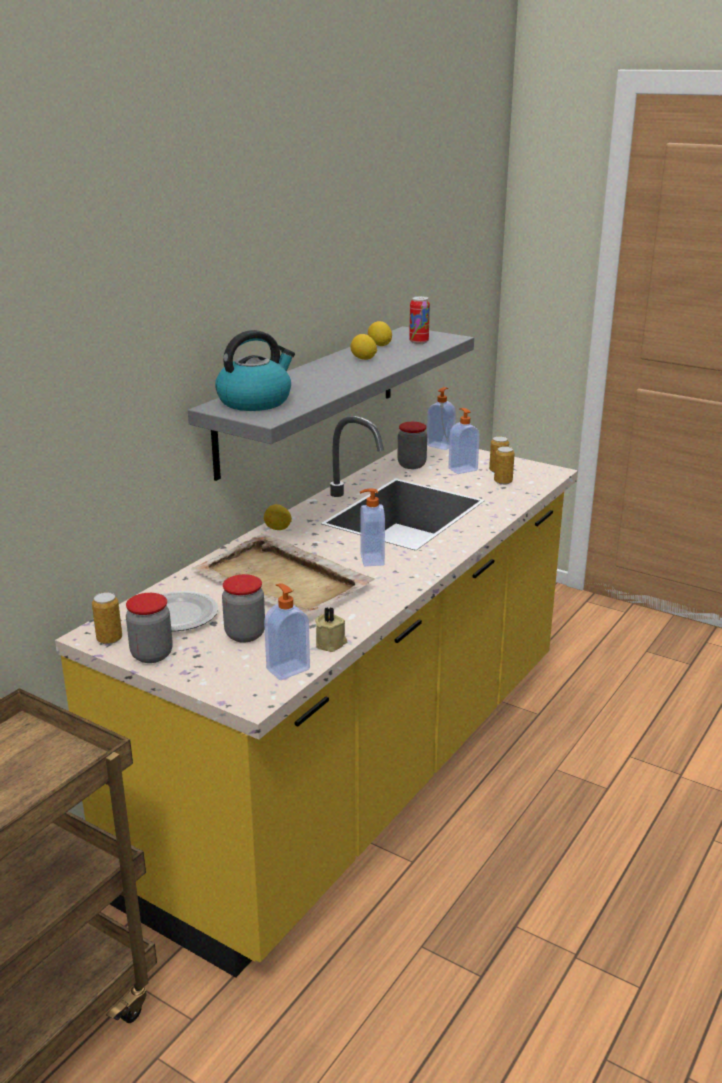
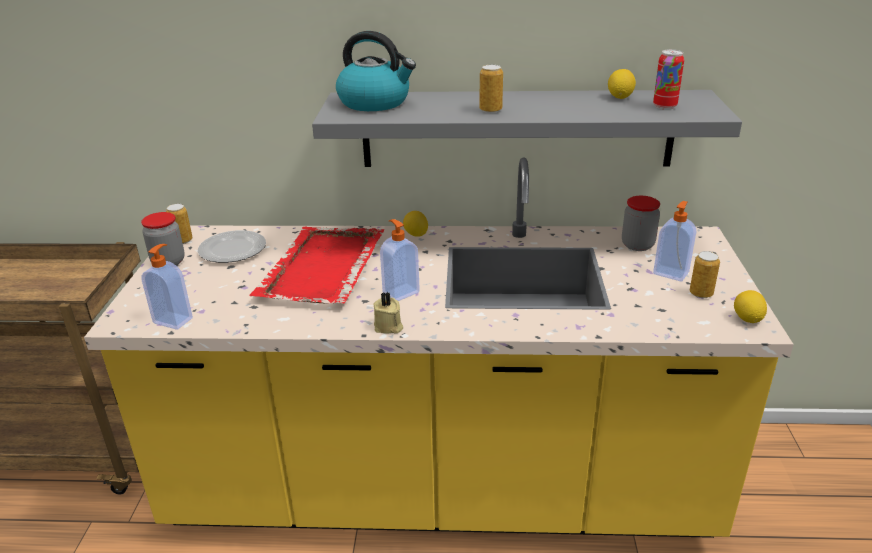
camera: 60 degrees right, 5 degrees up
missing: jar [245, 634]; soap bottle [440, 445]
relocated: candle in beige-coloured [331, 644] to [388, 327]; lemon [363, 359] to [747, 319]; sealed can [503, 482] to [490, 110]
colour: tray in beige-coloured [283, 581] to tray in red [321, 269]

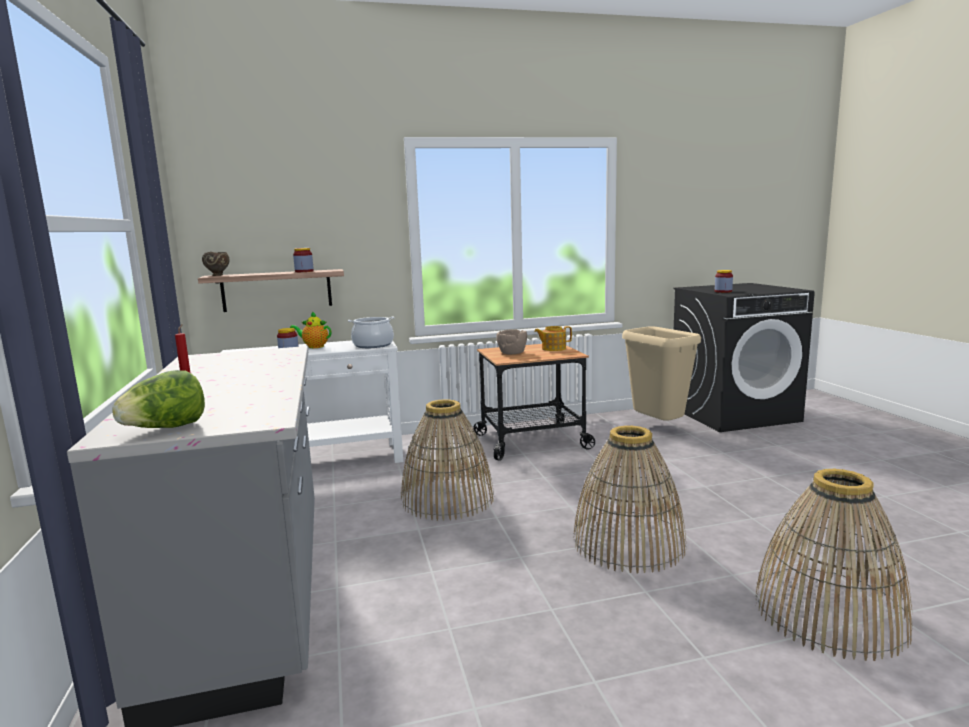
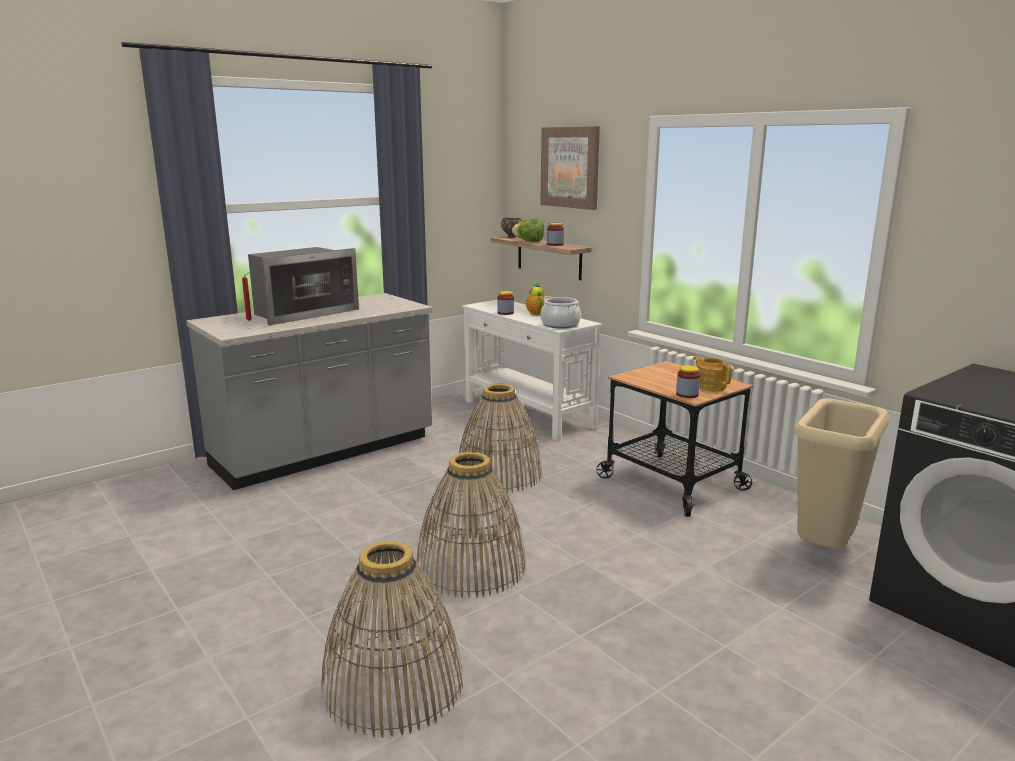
camera: 65 degrees right, 5 degrees up
missing: serving bowl in brown-coloured [512, 353]
appeared: kitchen microwave [302, 312]; picture [570, 167]
relocated: lettuce head [166, 428] to [529, 241]; jar [723, 291] to [687, 394]

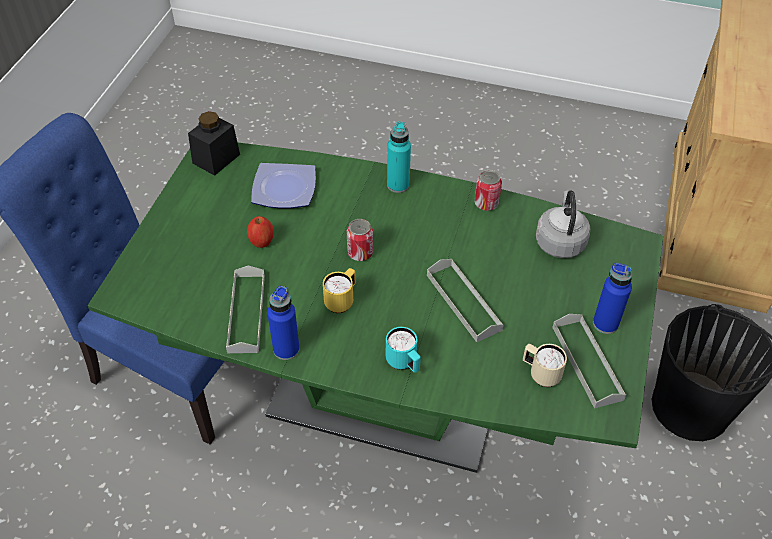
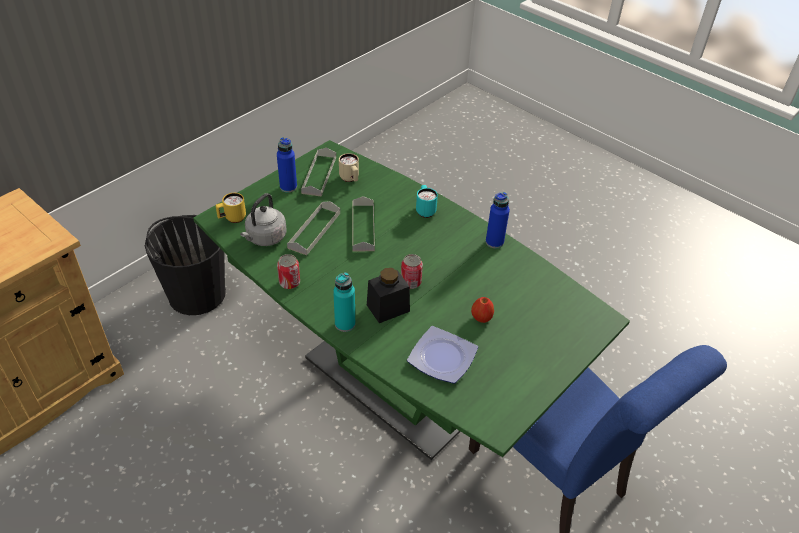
camera: 155 degrees left, 5 degrees down
relocated: jar in black-coloured [216, 159] to [388, 308]; tray in greyish [246, 313] to [314, 230]; mug in yellowish [342, 301] to [232, 219]

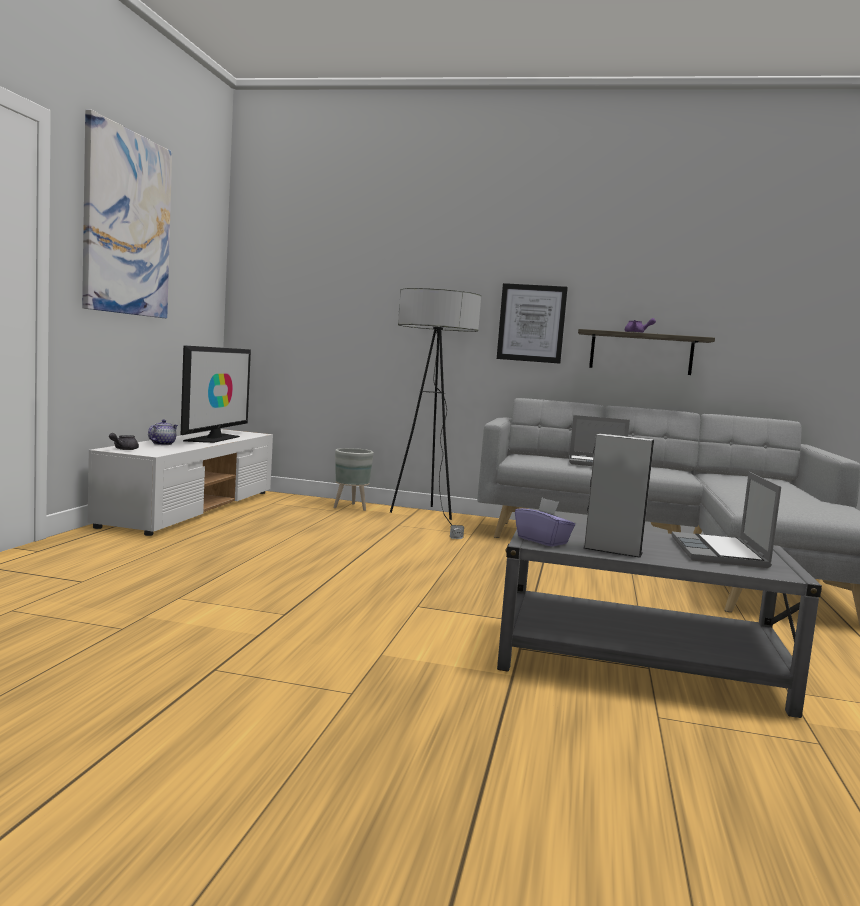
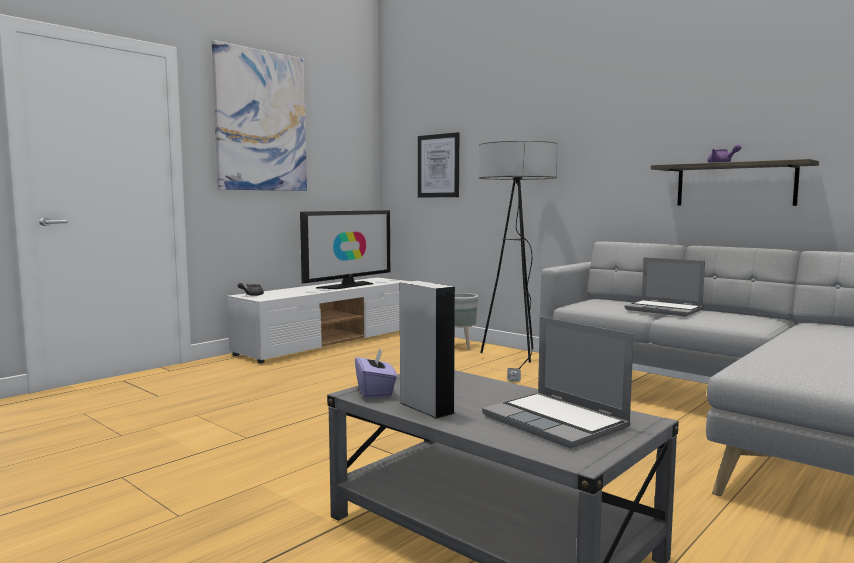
camera: 30 degrees right, 0 degrees up
missing: pot for tea [163, 444]
relocated: picture [531, 323] to [438, 166]
spun: notebook computer [720, 553] = [557, 422] 75 degrees counterclockwise

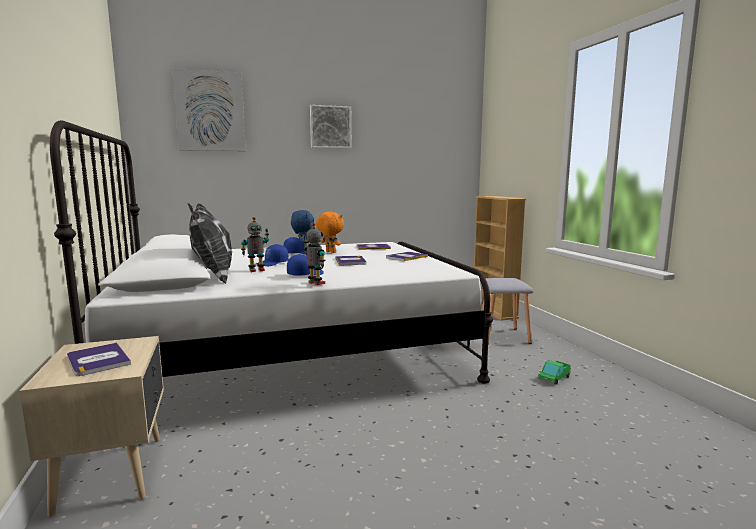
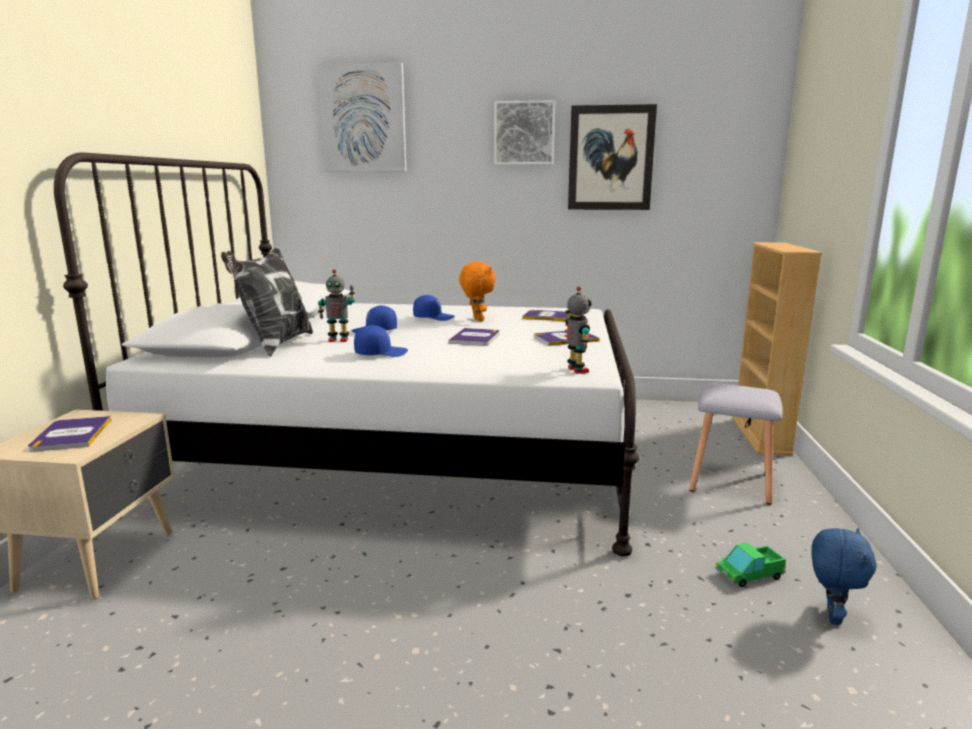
camera: 25 degrees right, 5 degrees up
appeared: picture [610, 158]
relocated: soft toy in blue-coloured [303, 248] to [831, 615]; model robot [315, 283] to [576, 370]

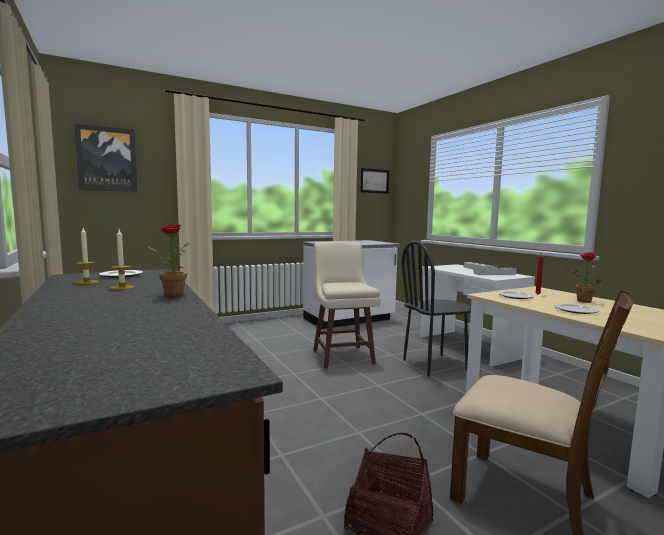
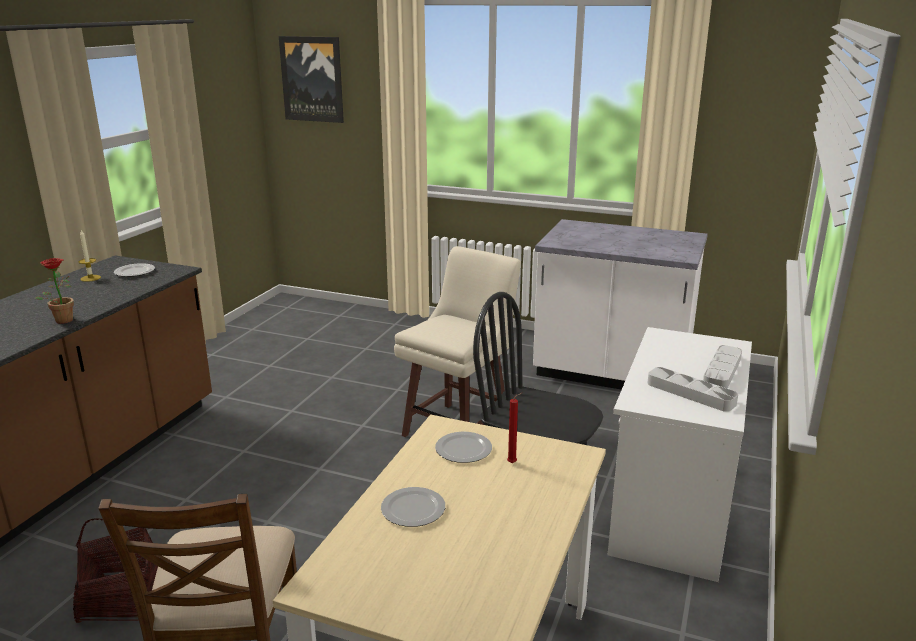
camera: 50 degrees right, 15 degrees up
missing: candle [122, 287]; picture [374, 181]; plant in a pot [581, 301]

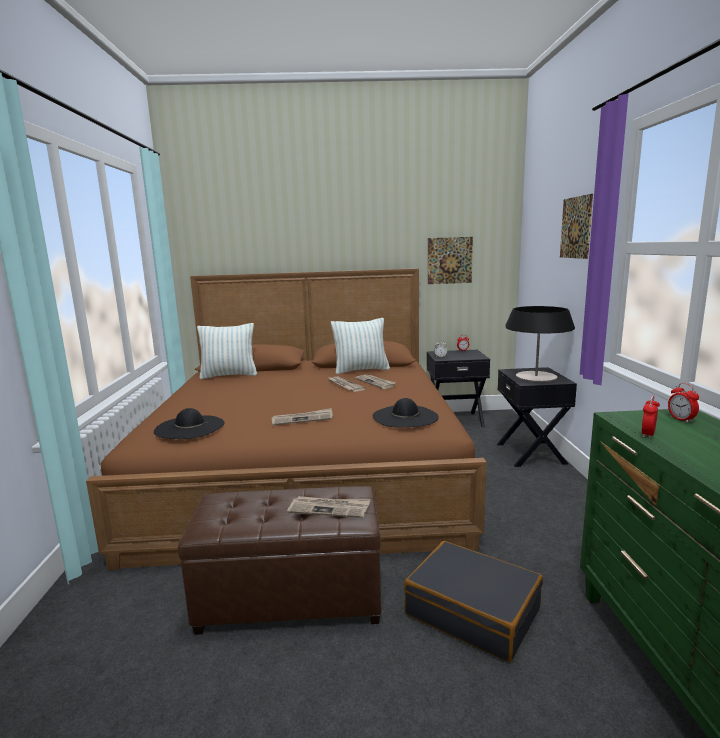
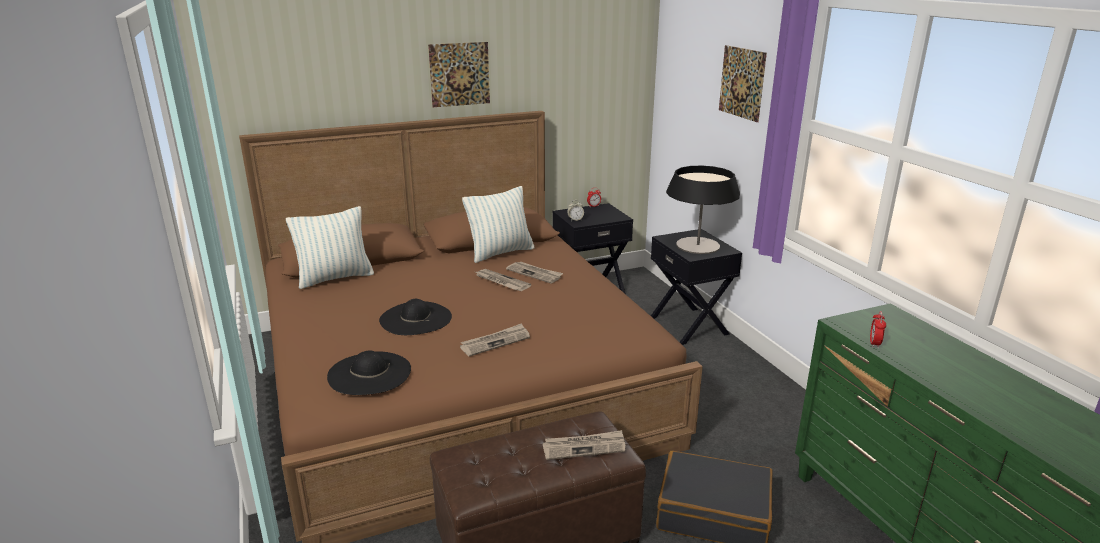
camera: 20 degrees left, 10 degrees up
missing: table clock [681, 419]
relocated: wearable hat in black-coloured [405, 416] to [415, 318]; picture [449, 260] to [459, 74]

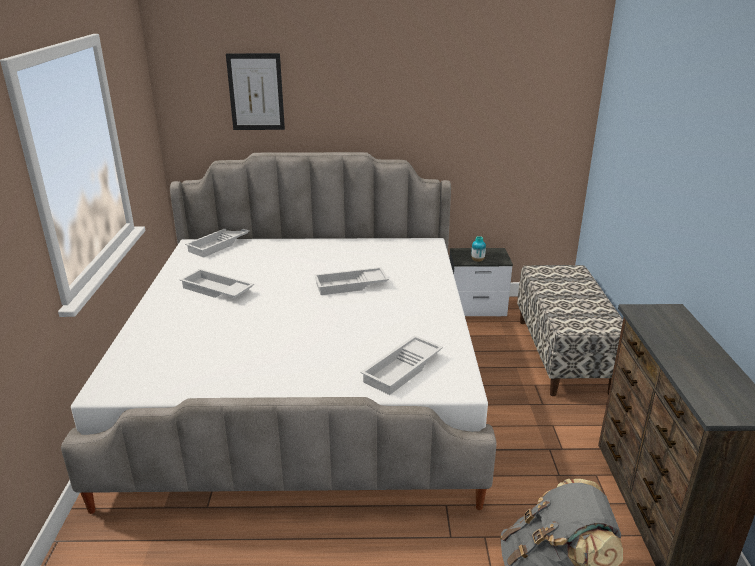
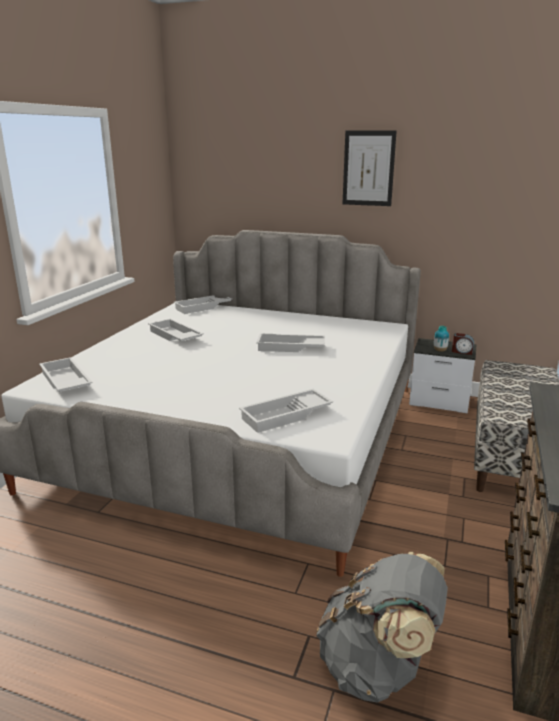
camera: 20 degrees right, 5 degrees down
appeared: tray in white-coloured [64, 382]; table clock [462, 351]
relocated: picture [256, 92] to [368, 168]

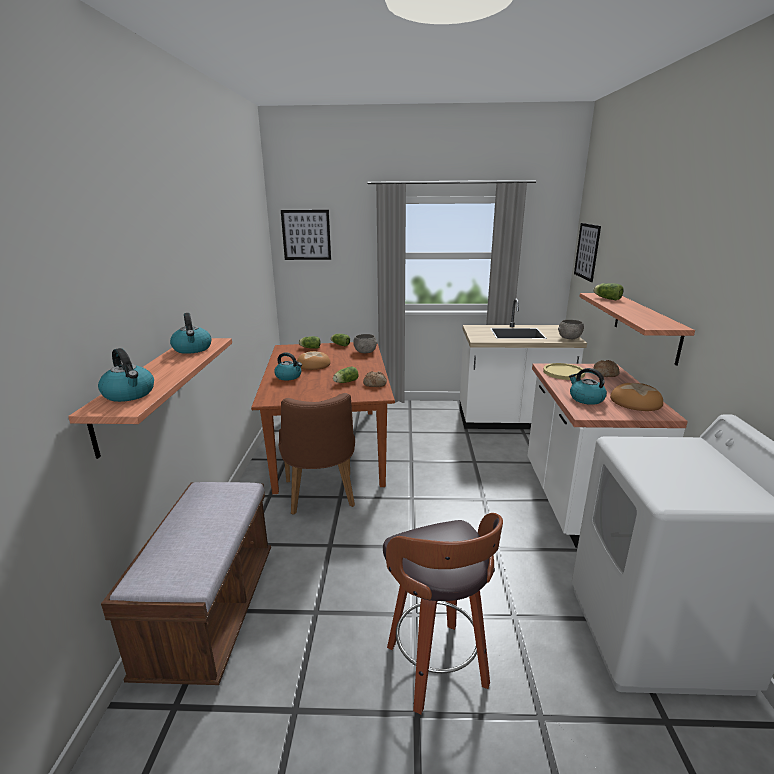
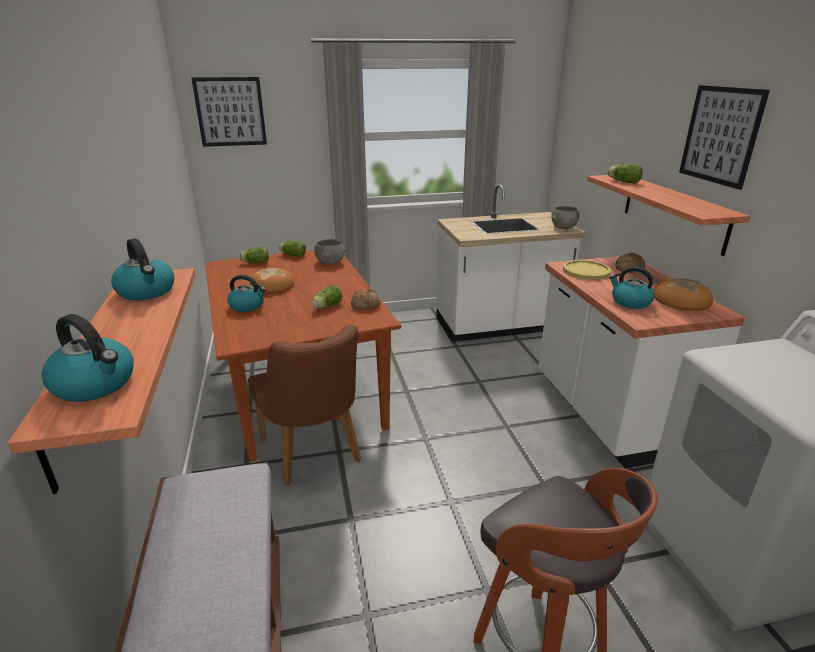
camera: 15 degrees left, 5 degrees up
relocated: picture [587, 251] to [720, 135]

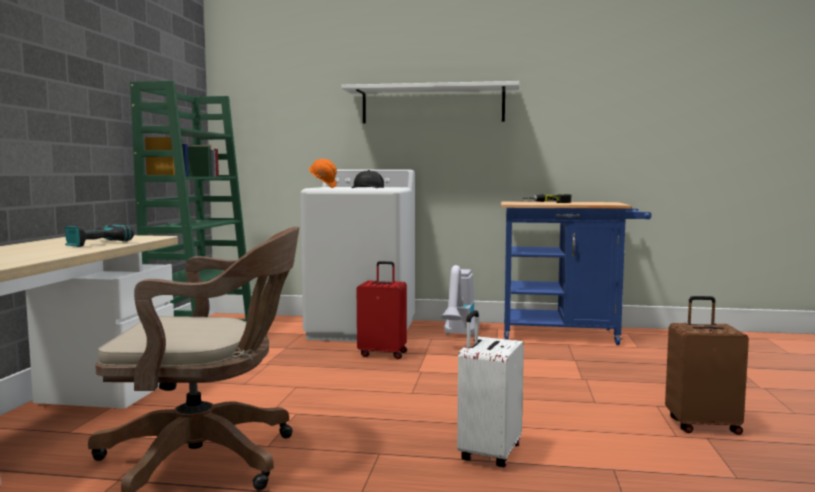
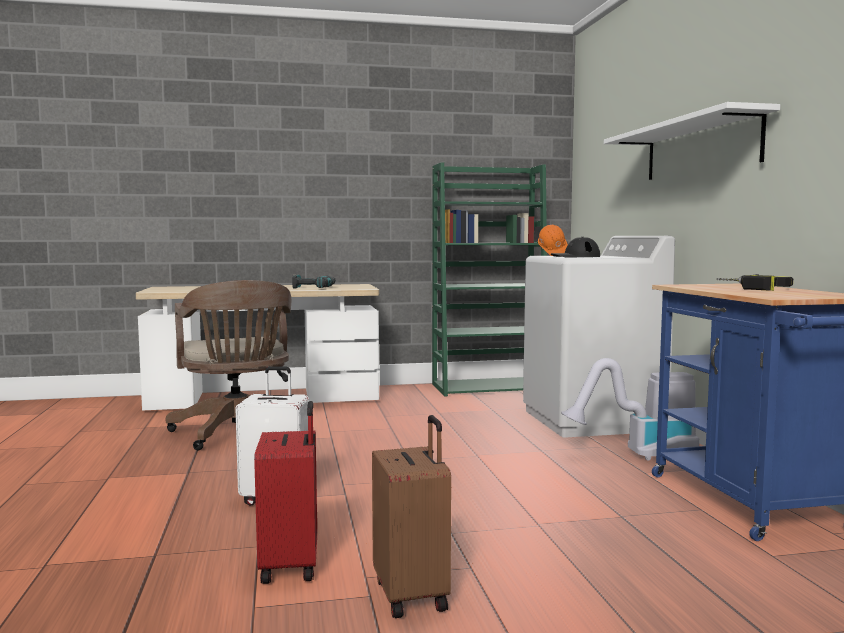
camera: 70 degrees right, 0 degrees up
relocated: piece of luggage in red [383, 354] to [292, 565]

